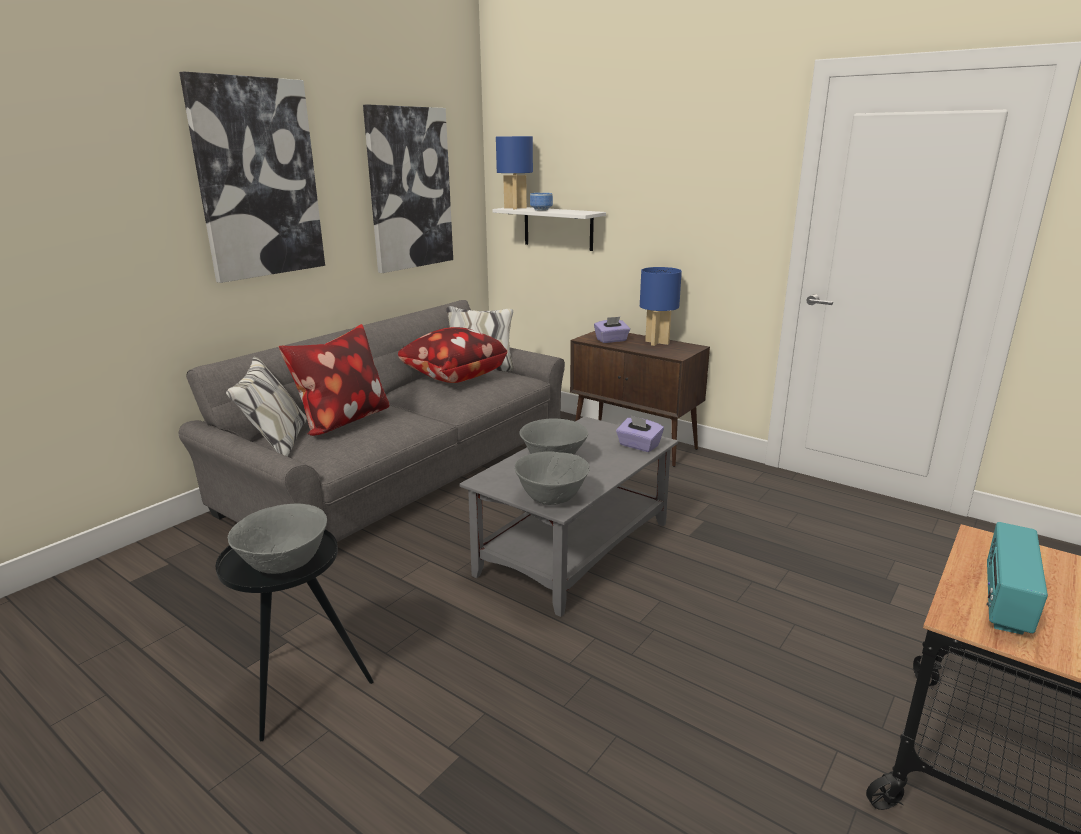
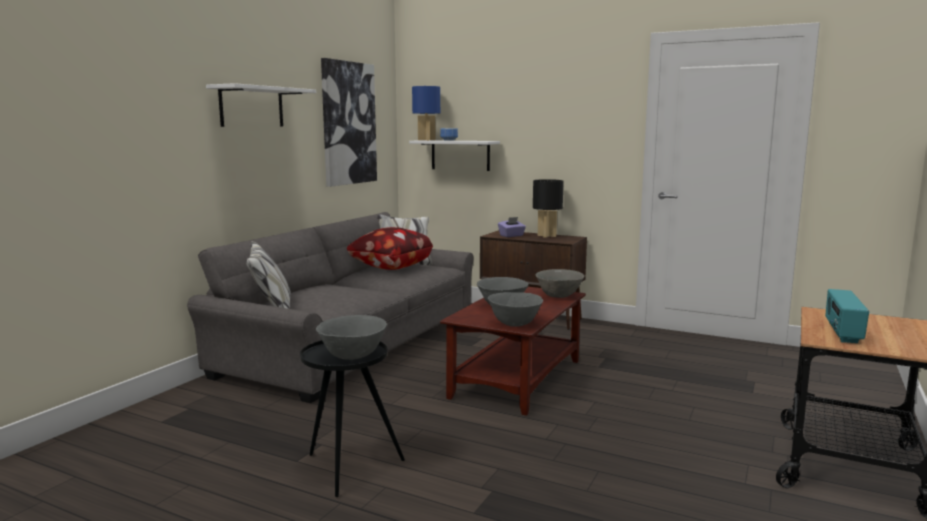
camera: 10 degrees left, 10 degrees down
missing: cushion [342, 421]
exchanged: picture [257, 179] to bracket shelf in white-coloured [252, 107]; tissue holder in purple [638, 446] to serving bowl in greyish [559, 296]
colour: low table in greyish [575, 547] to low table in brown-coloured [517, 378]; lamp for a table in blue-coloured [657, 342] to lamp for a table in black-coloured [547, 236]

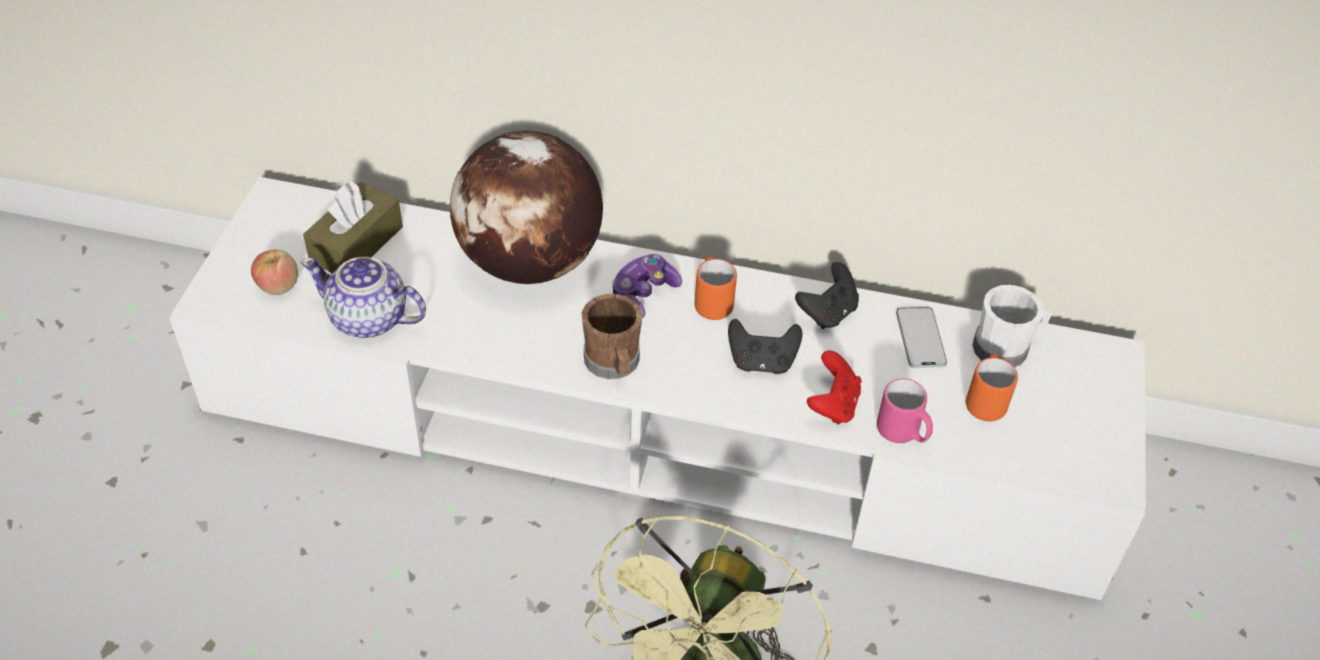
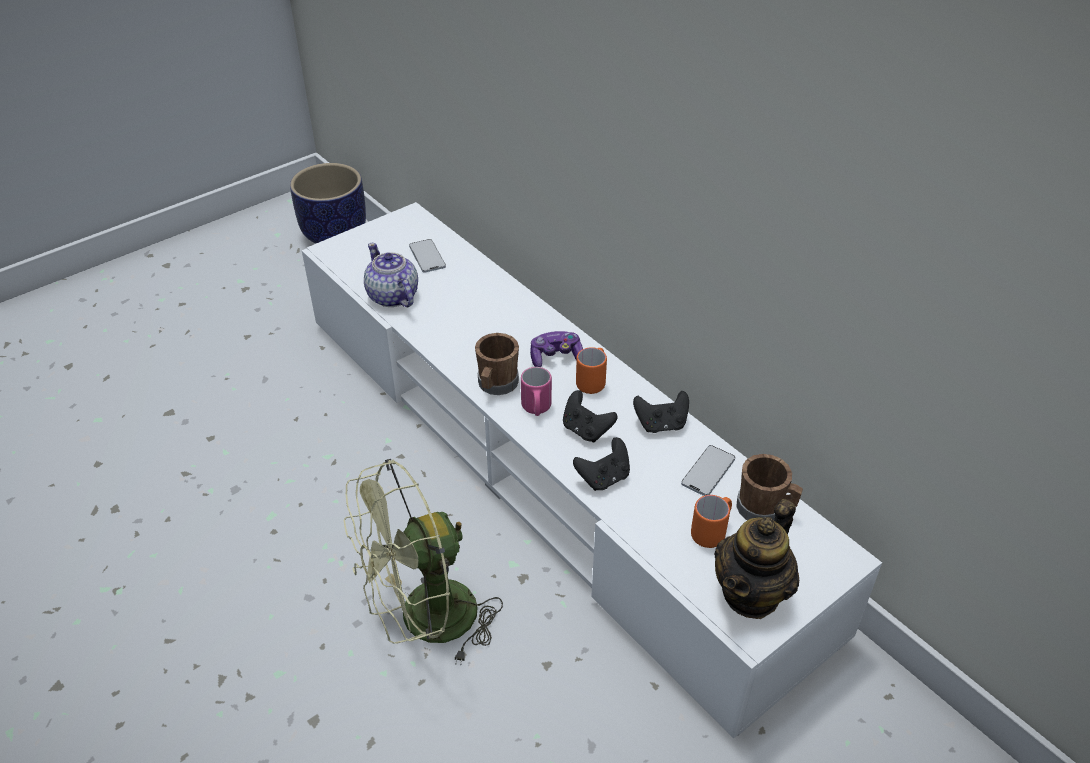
camera: 40 degrees right, 5 degrees down
missing: apple fruit [278, 286]; globe [530, 263]
appeared: flower pot [335, 233]; pot for tea [751, 594]
relocated: mug in pinkish [903, 434] to [536, 409]
exchanged: tissue holder in brown-coloured [356, 244] to phone [427, 257]
colour: joypad in red [833, 405] to joypad in black-coloured [604, 478]; mug in white-coloured [1006, 347] to mug in brown-coloured [765, 509]

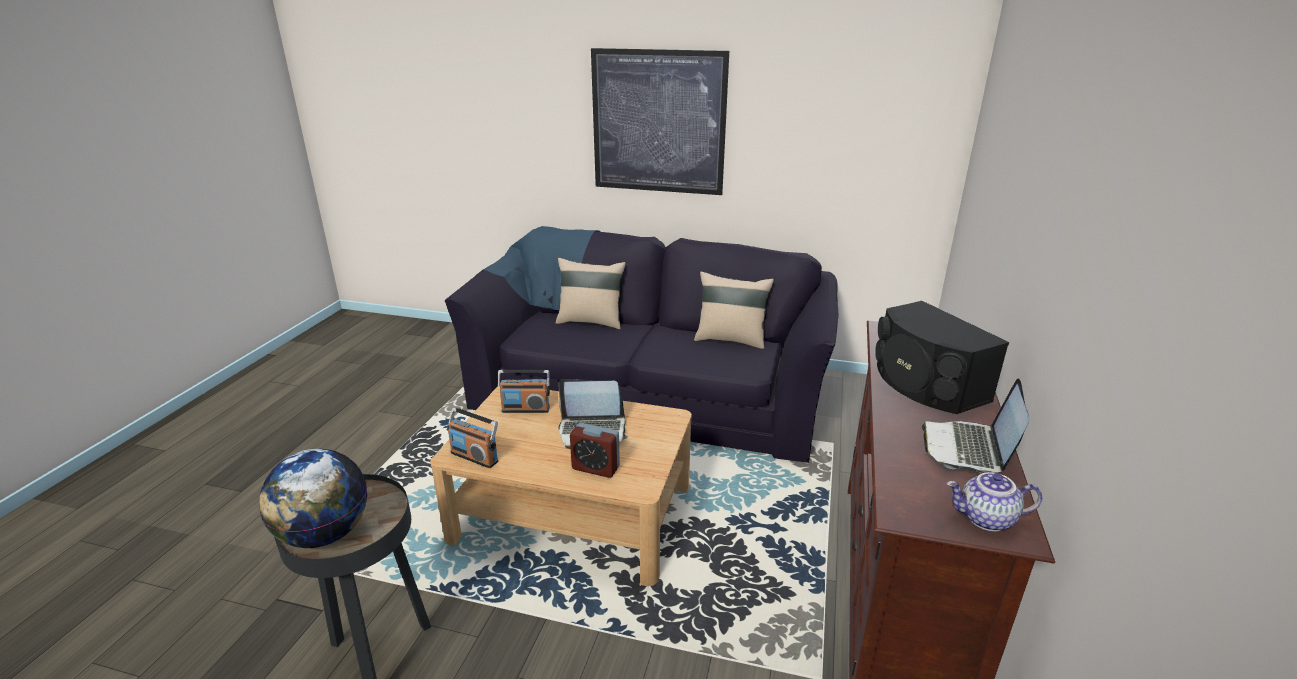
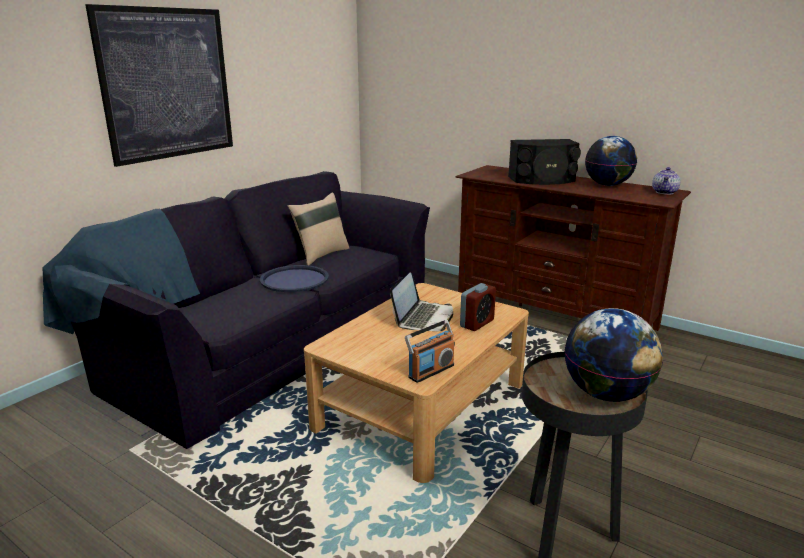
camera: 70 degrees left, 5 degrees down
missing: radio set [526, 409]; cushion in beige-coloured [591, 321]
appeared: tray in blue-coloured [294, 280]
exchanged: notebook computer [968, 449] to globe [608, 185]

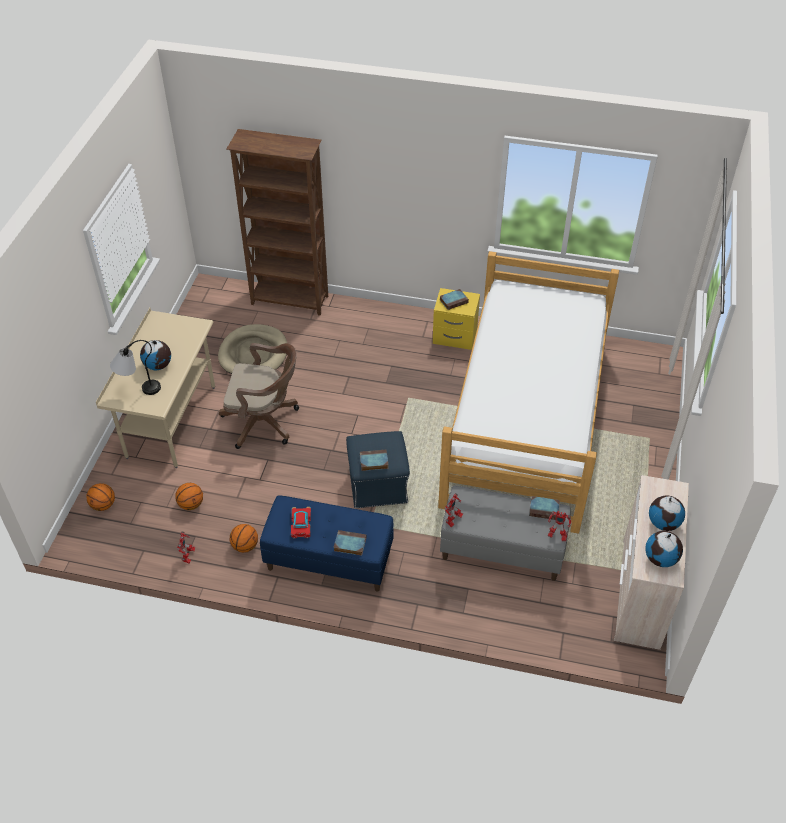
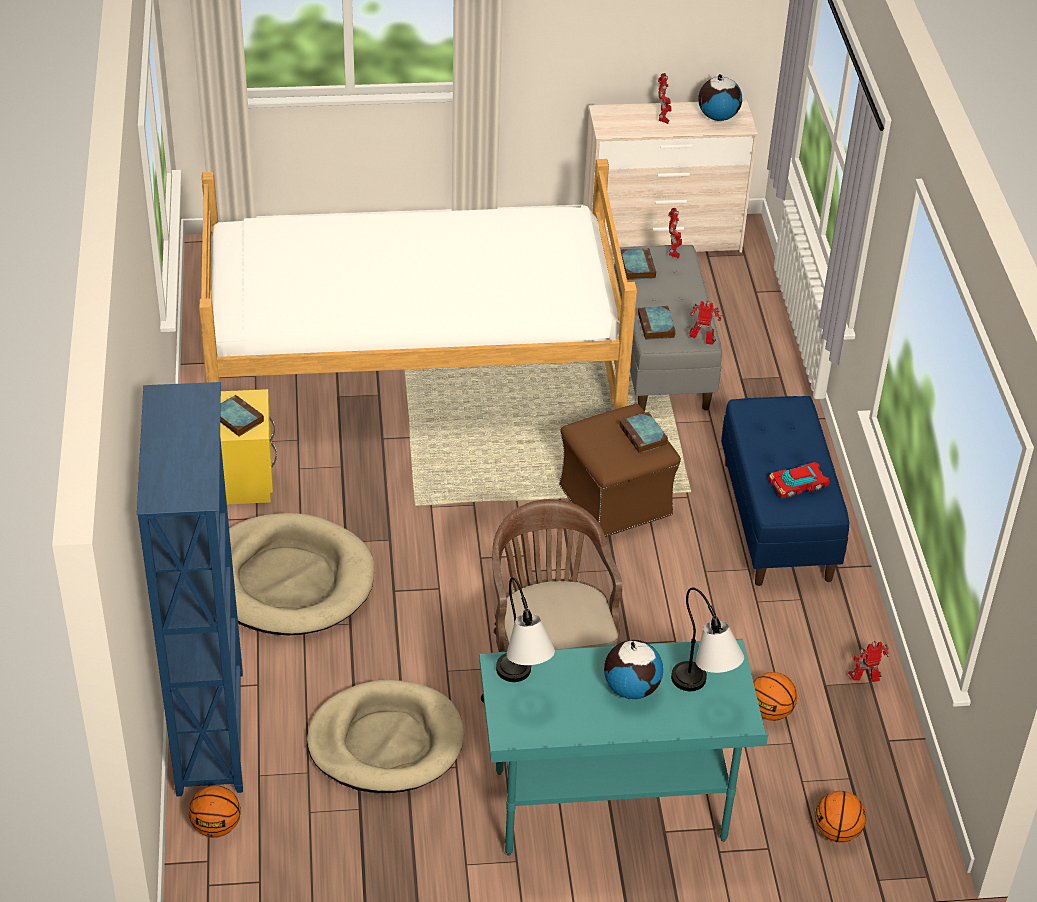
camera: 110 degrees left, 5 degrees down
appeared: dog bed in beige-coloured [287, 580]; lamp for a table [521, 686]
relocated: ball for basketball [245, 546] to [216, 826]; volume [349, 544] to [656, 326]
exchanged: globe [663, 523] to model robot [663, 118]
colour: desk unit in beige-coloured [171, 422] to desk unit in turquoise-coloured [610, 807]; bookshelf in brown-coloured [290, 301] to bookshelf in blue-coloured [212, 731]; ottoman in blue-coloured [377, 485] to ottoman in brown-coloured [616, 501]

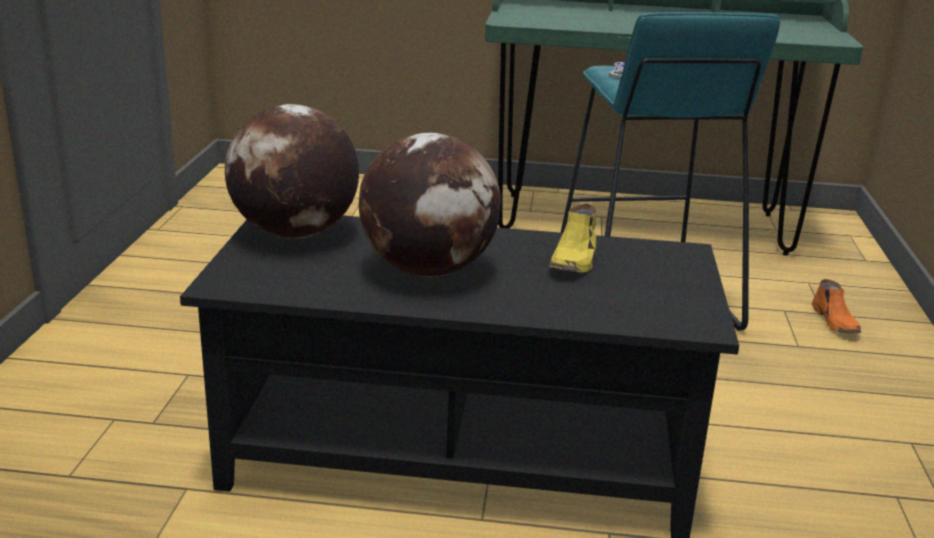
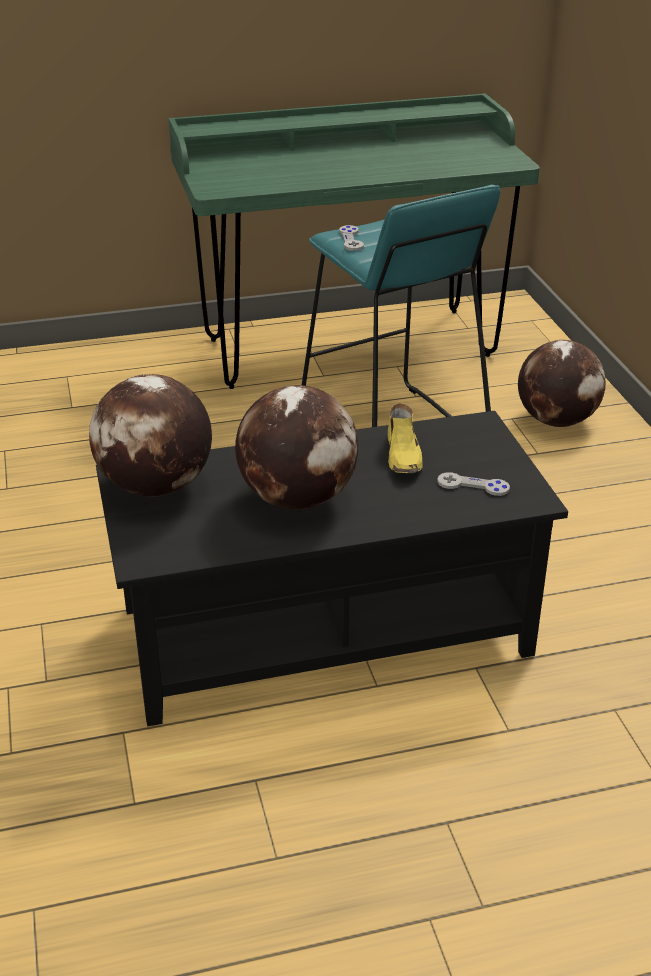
camera: 20 degrees left, 10 degrees up
appeared: joypad in greyish [473, 486]
exchanged: low shoe in orange [835, 322] to globe [556, 420]

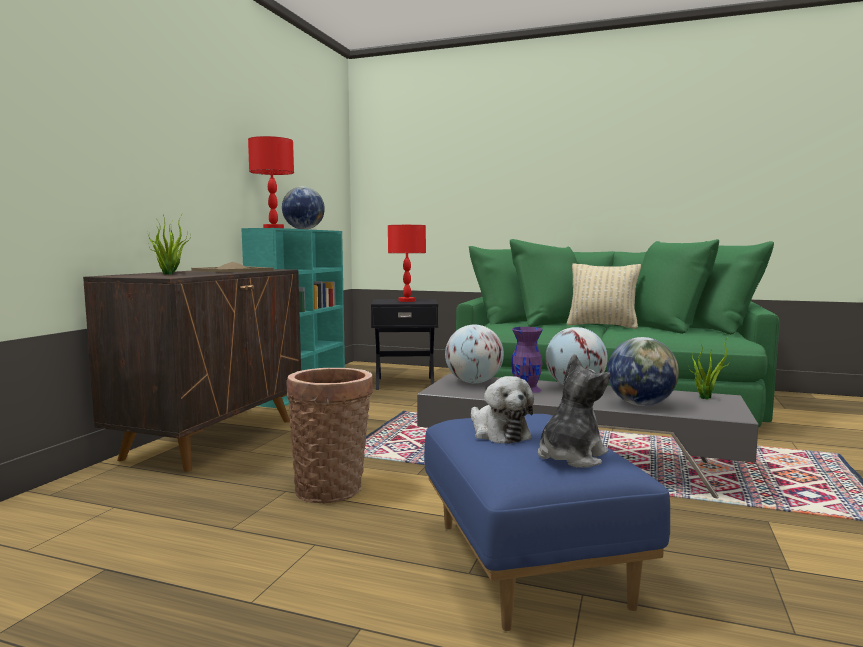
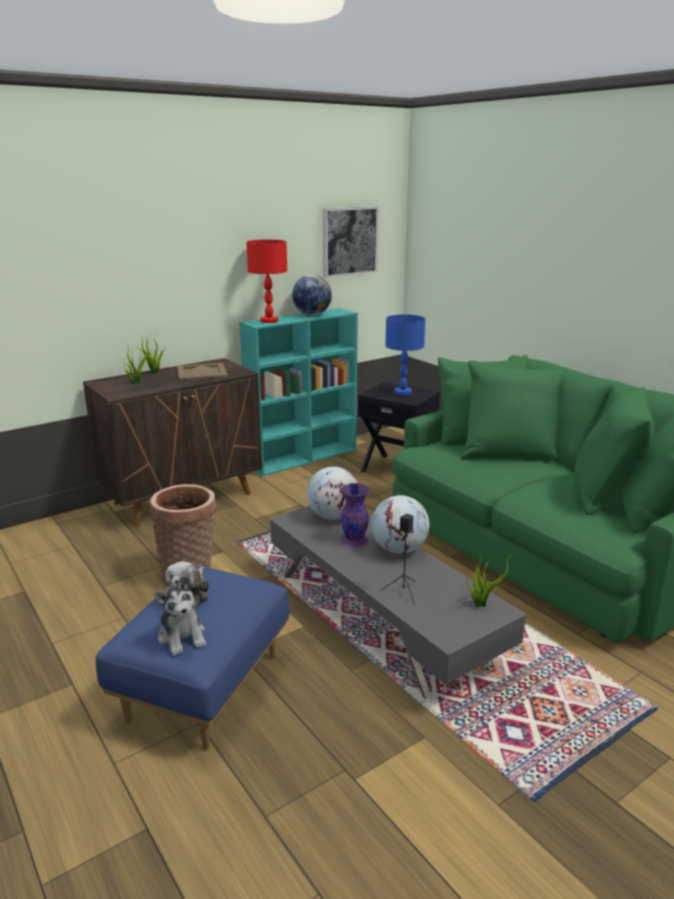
camera: 35 degrees right, 15 degrees up
missing: cushion in beige-coloured [602, 326]
appeared: picture [349, 241]
exchanged: globe [641, 404] to speaker in black-coloured [403, 592]
colour: lamp for a table in red [407, 301] to lamp for a table in blue-coloured [402, 392]
spun: soft toy [570, 457] = [182, 636] 75 degrees clockwise

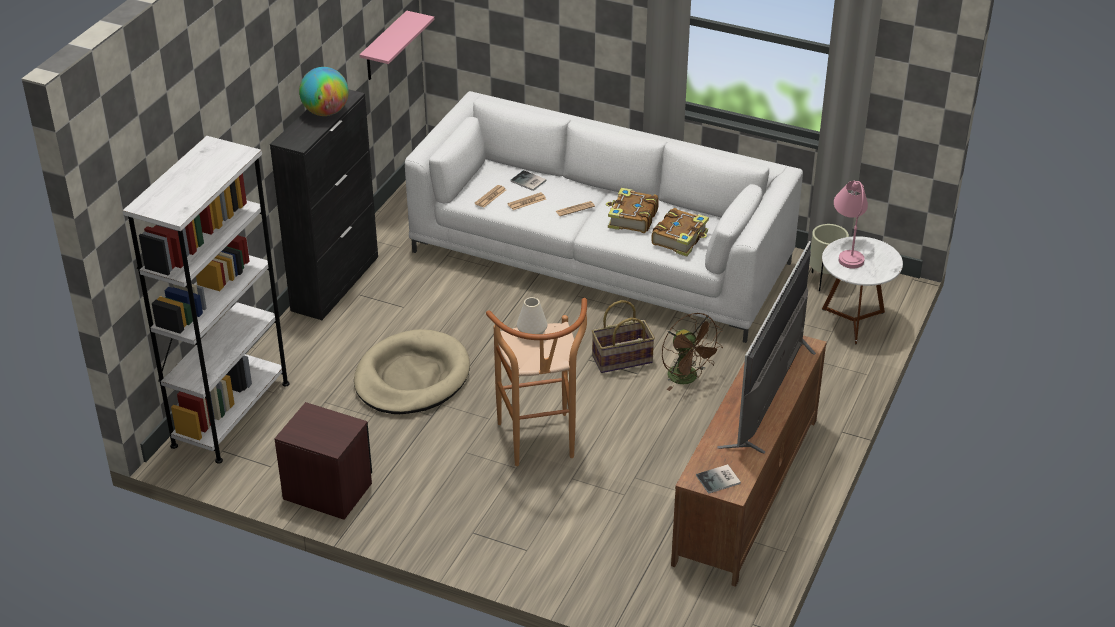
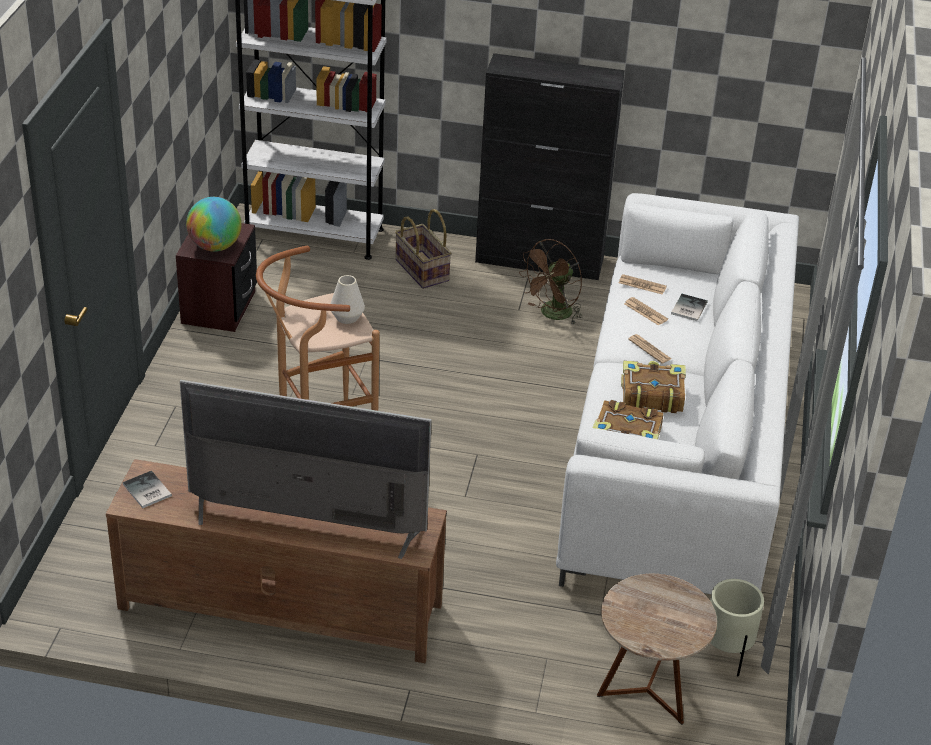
camera: 75 degrees right, 0 degrees up
missing: dog bed in beige-coloured [411, 377]; bracket shelf in pinkish [384, 47]; lamp for a table in pinkish [848, 250]
relocated: globe [325, 112] to [215, 246]; household basket [622, 360] to [421, 270]; fan in brown-coloured [687, 379] to [552, 315]
colour: accent table in white-coloured [853, 322] to accent table in brown-coloured [646, 691]

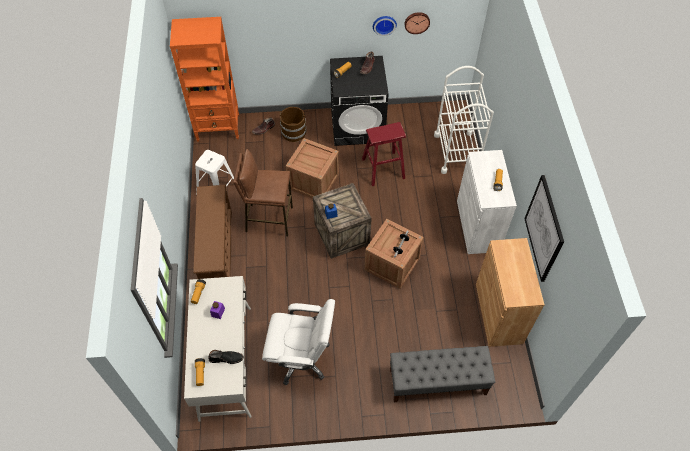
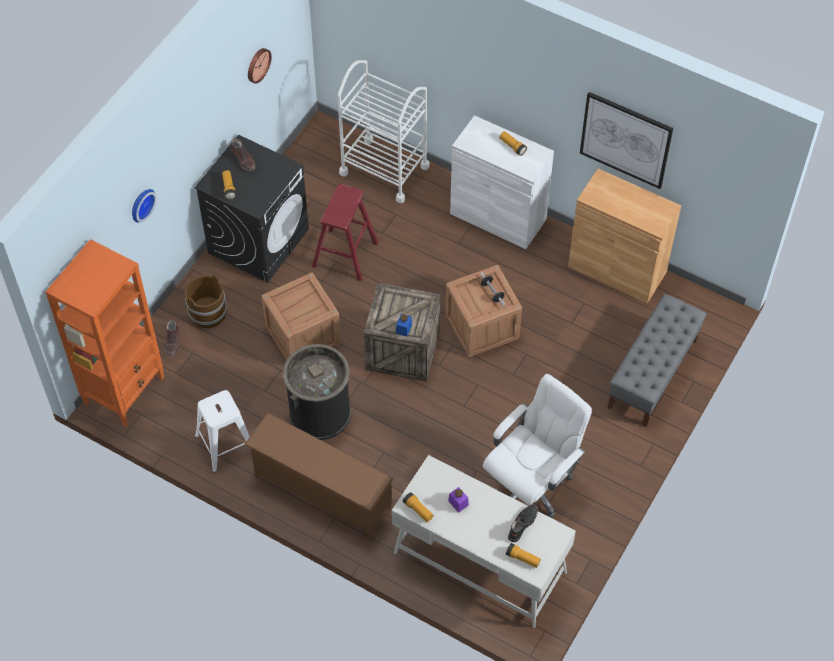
camera: 55 degrees left, 0 degrees up
relocated: wall clock [384, 24] to [141, 204]
exchanged: stool seat in brown-coloured [269, 219] to rubbish bin in black-coloured [320, 413]

